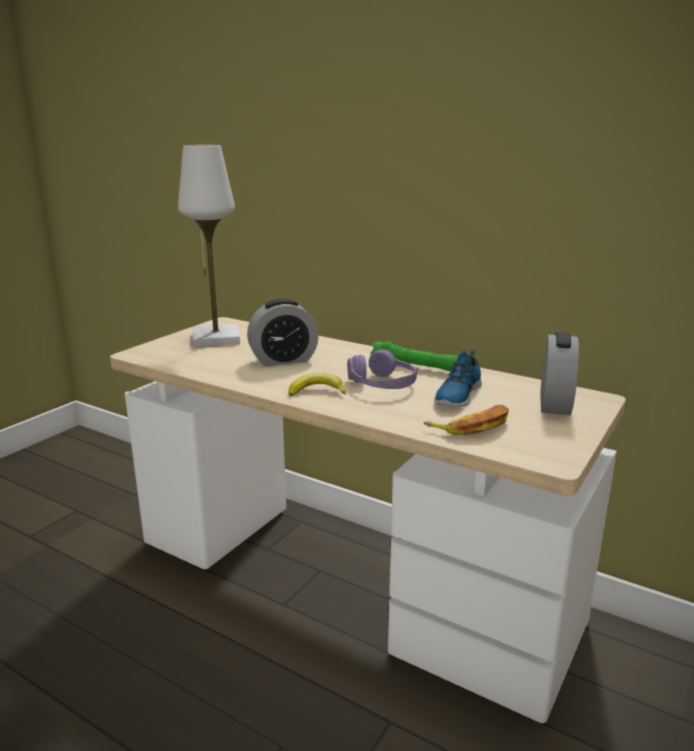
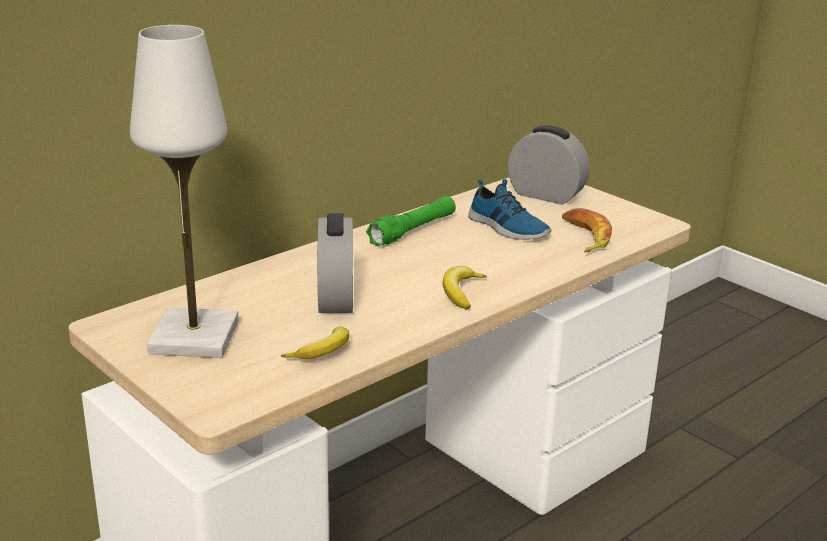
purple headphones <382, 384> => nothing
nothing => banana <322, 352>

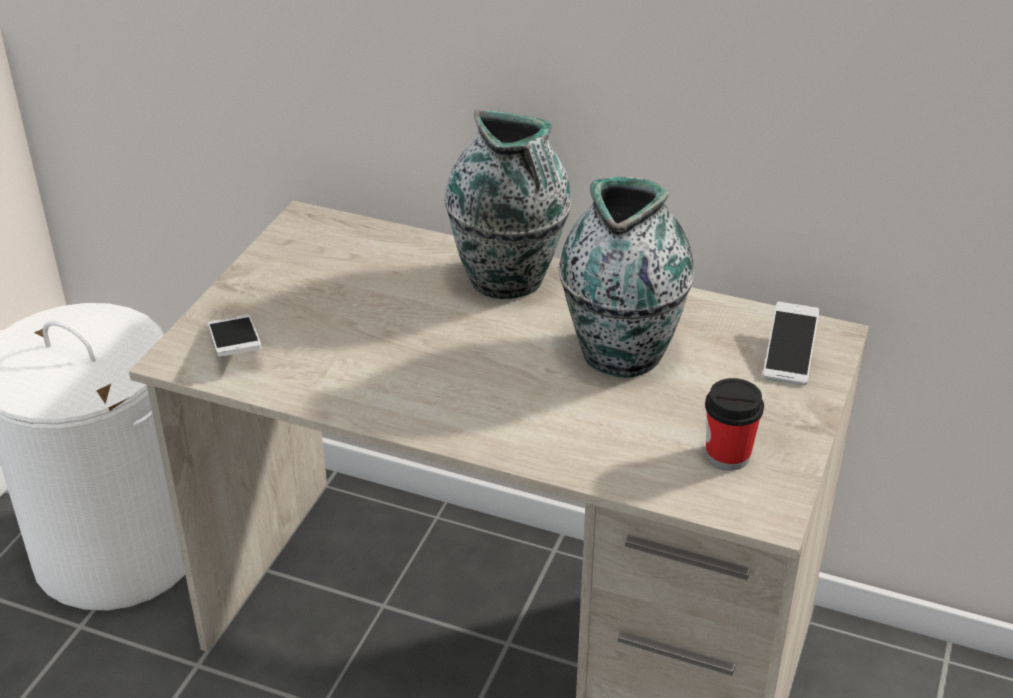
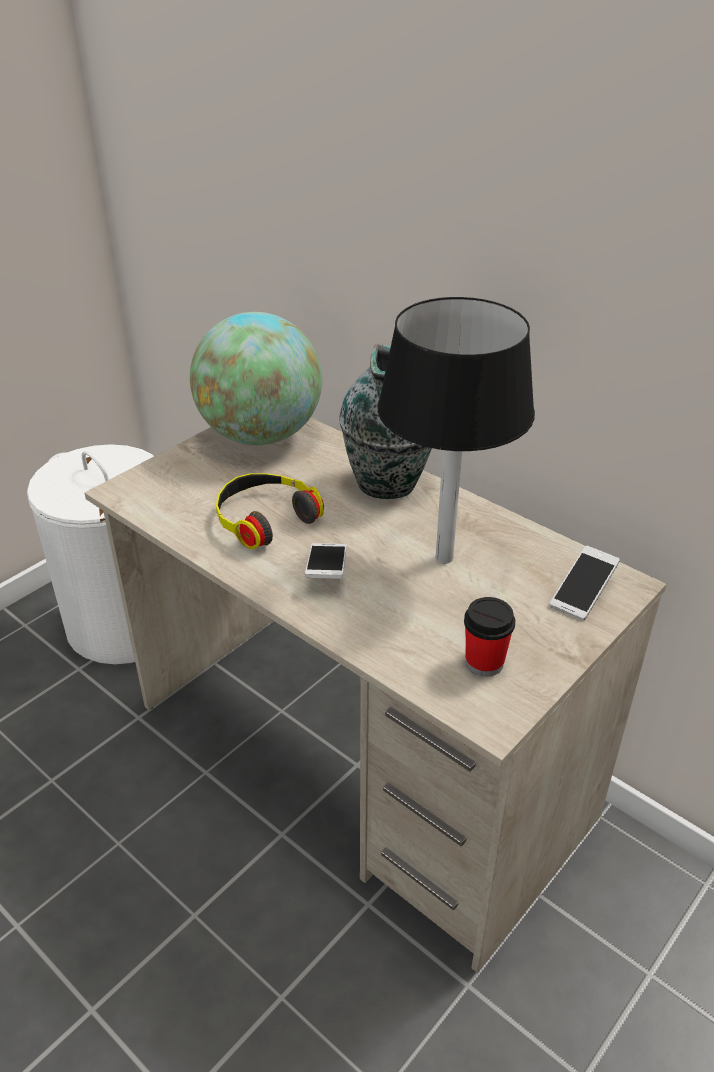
phone <235, 347> => phone <326, 570>, moved
vase <622, 351> => black table lamp <444, 558>
nothing => globe <260, 435>
nothing => headphones <265, 518>

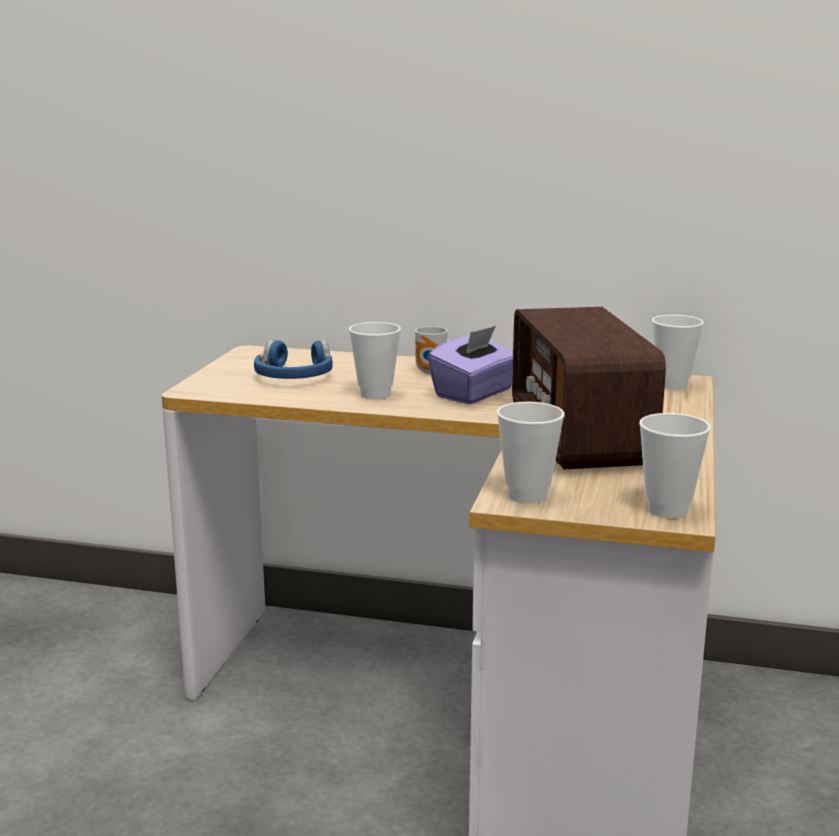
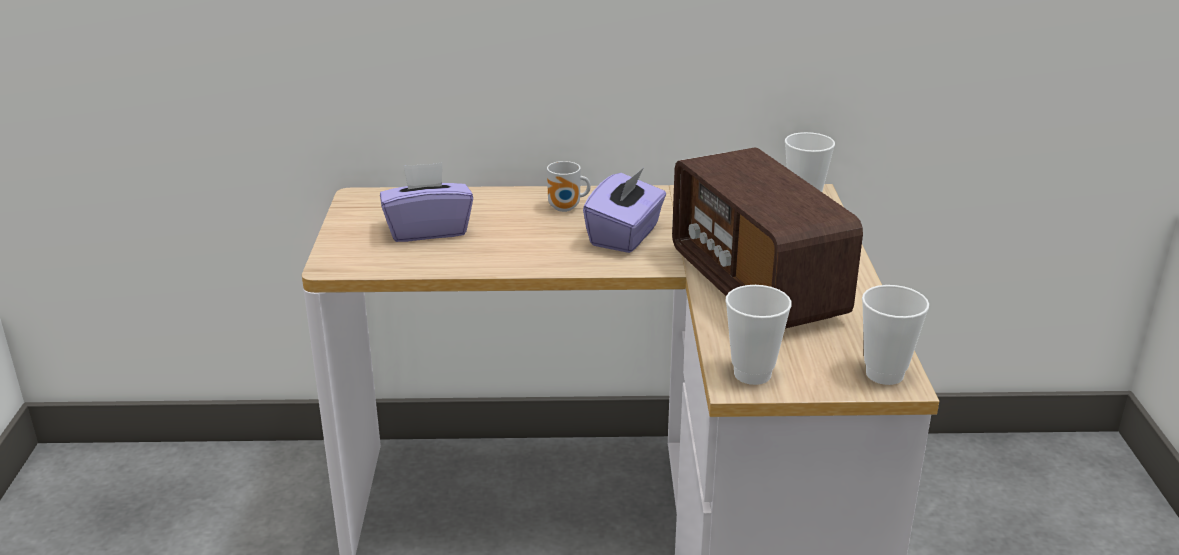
blue headphones <294, 375> => purple tissue box <428, 230>
cup <375, 395> => nothing

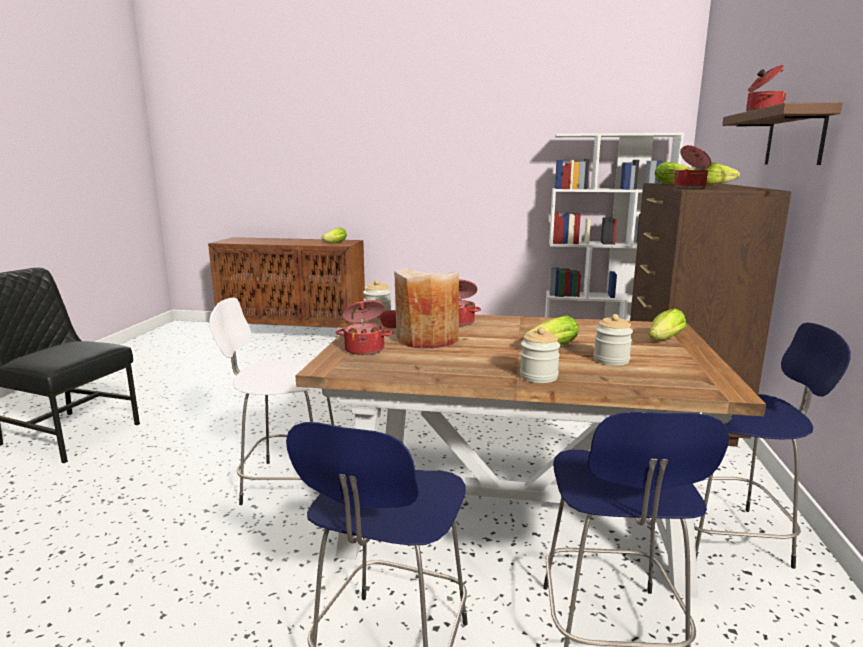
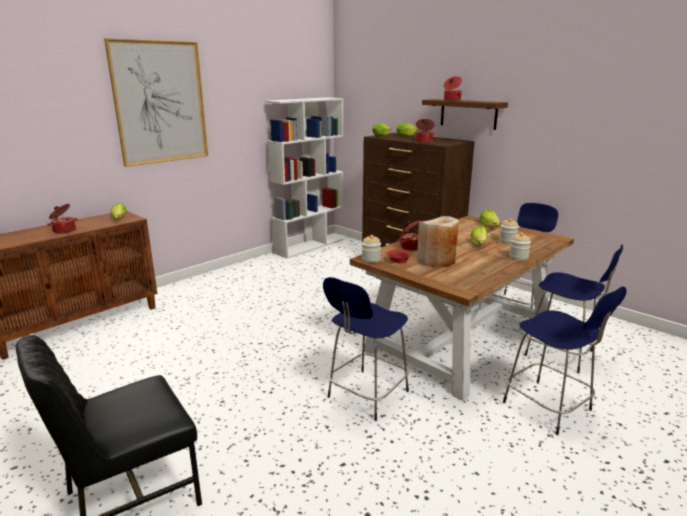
white stool <289, 483> => blue stool <366, 395>
cooking pot <364, 349> => cooking pot <64, 230>, moved
nothing => picture <160, 103>

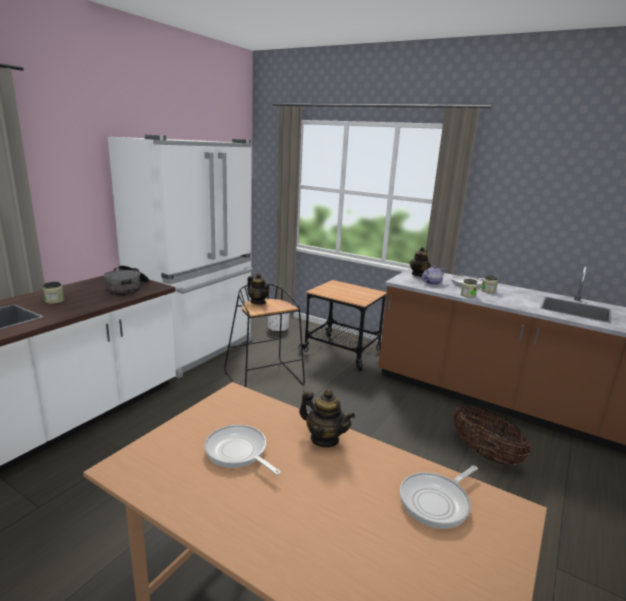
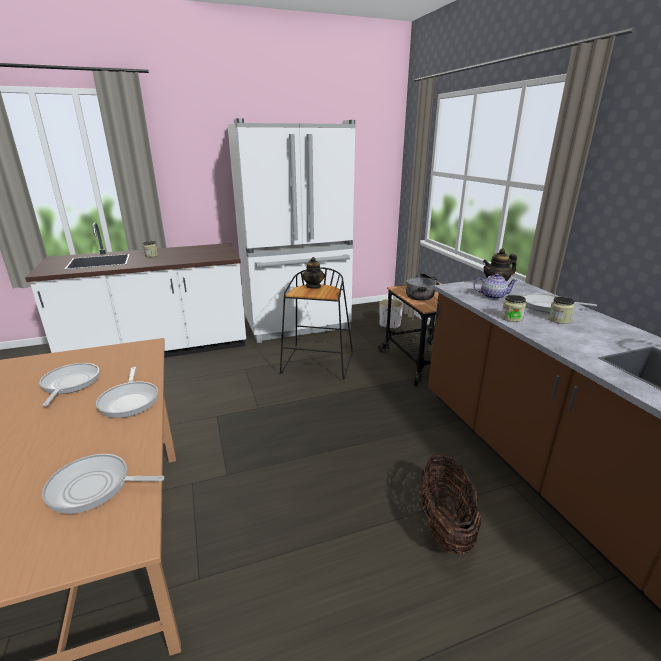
cooking pot <128, 289> => cooking pot <423, 295>, moved
teapot <324, 439> => frying pan <130, 400>

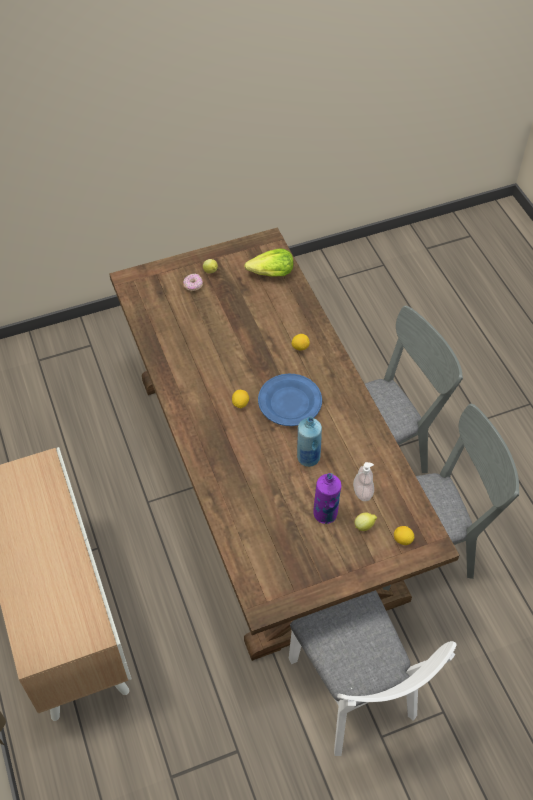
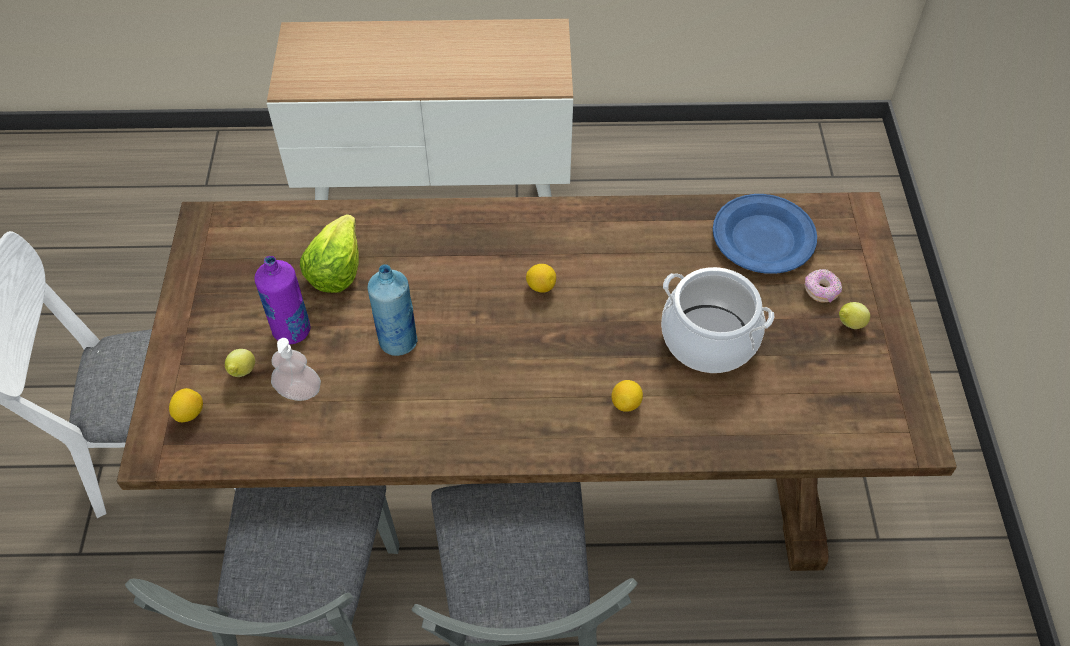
lettuce <271, 273> => lettuce <335, 269>, moved
blue plate <289, 403> => blue plate <762, 238>, moved
nothing => cooking pot <709, 339>

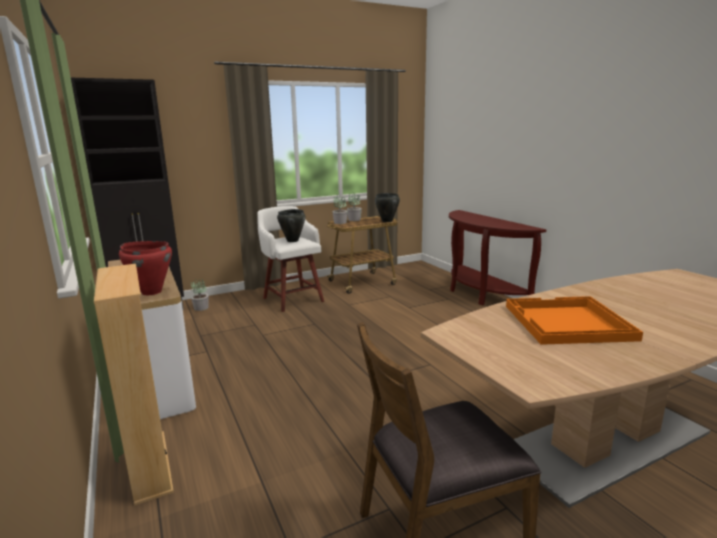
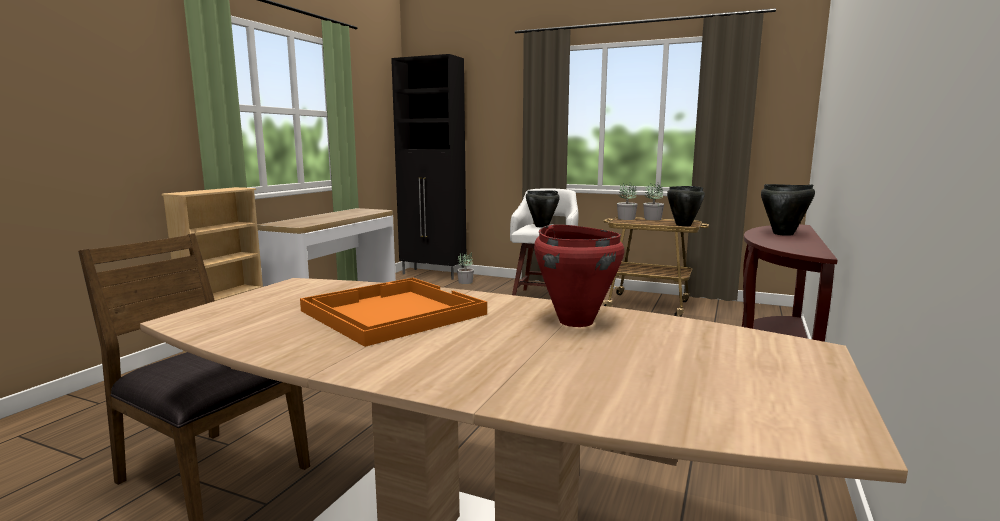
red cooking pot <151, 292> => red cooking pot <576, 321>, moved
nothing => black cooking pot <783, 234>

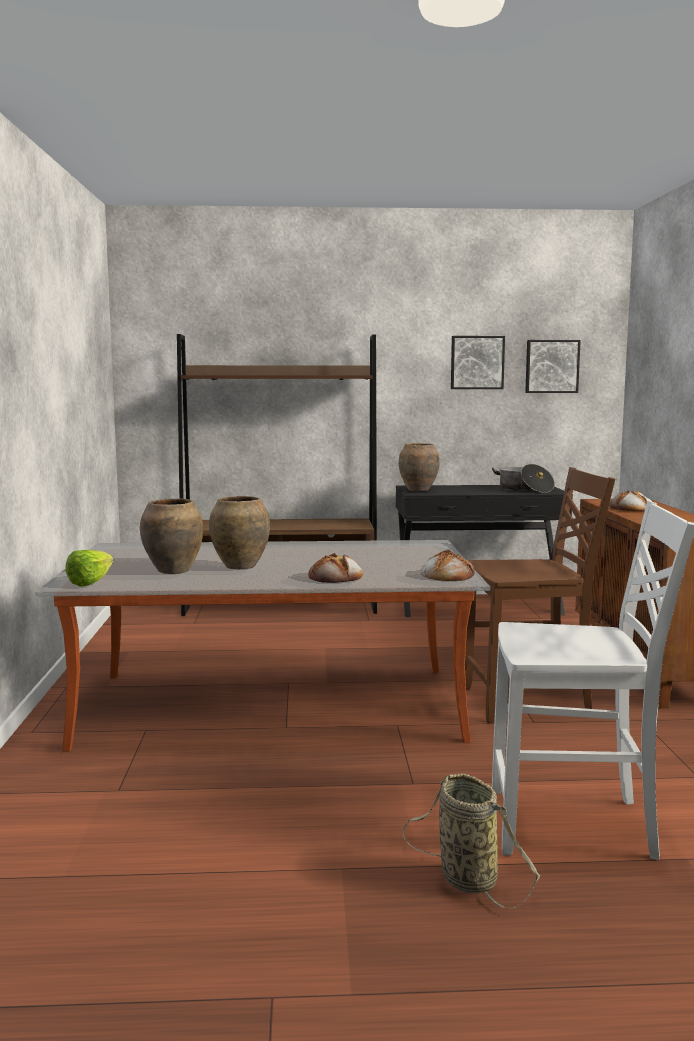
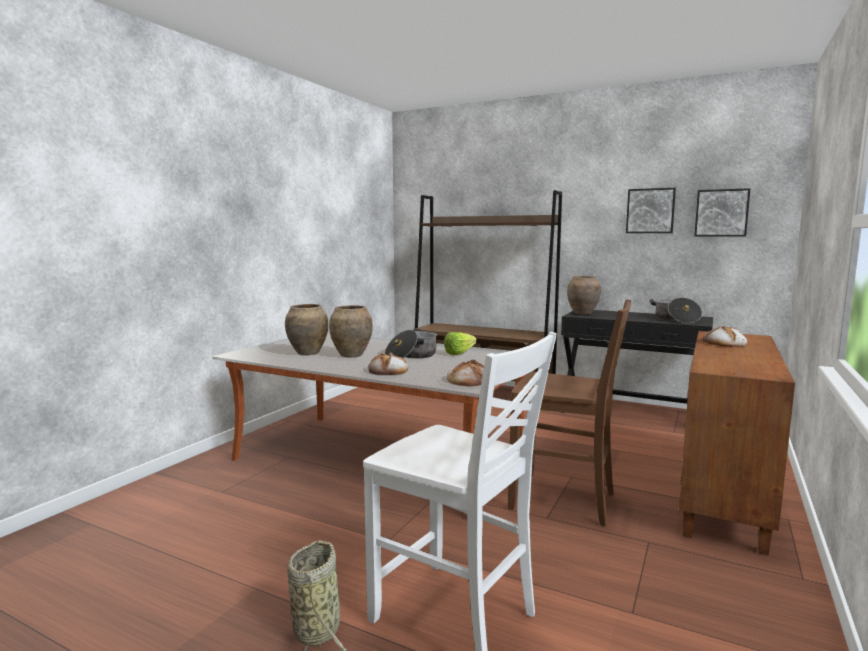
lettuce <94, 582> => lettuce <462, 353>, moved
nothing => cooking pot <411, 356>

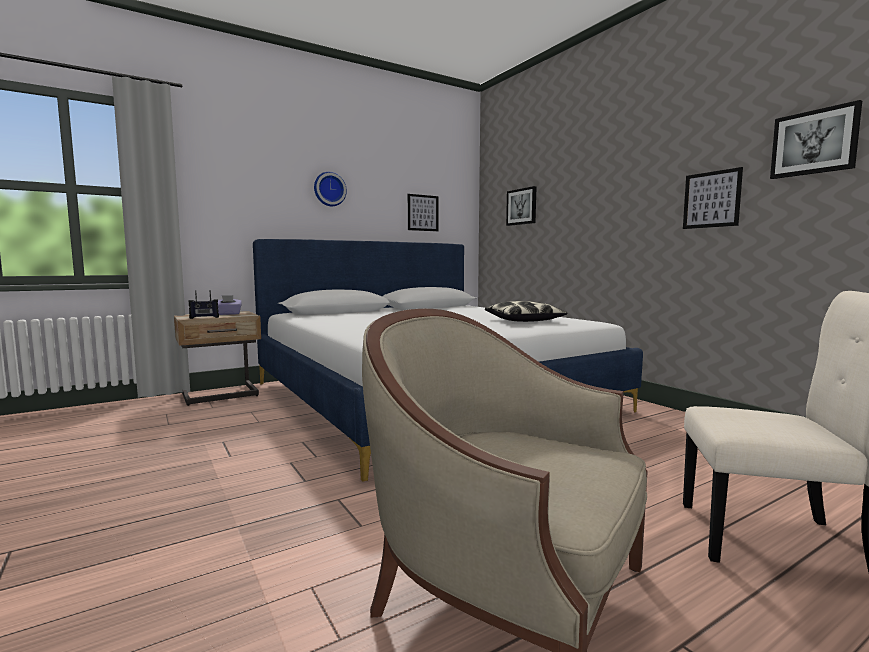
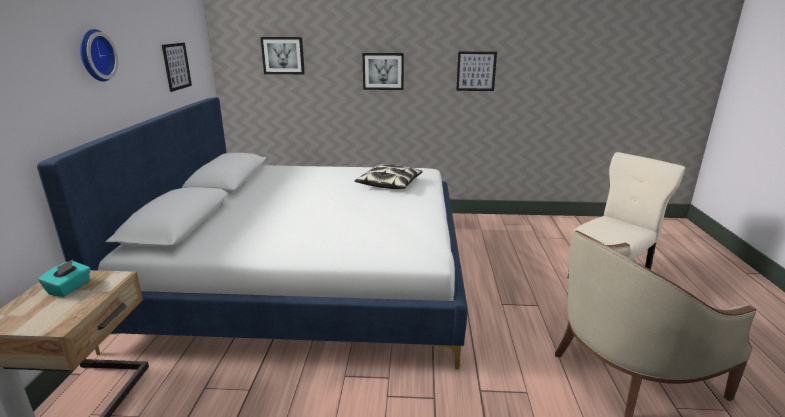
radio <204, 317> => nothing
purple tissue box <228, 314> => turquoise tissue box <70, 288>
picture <814, 142> => picture <383, 71>, moved

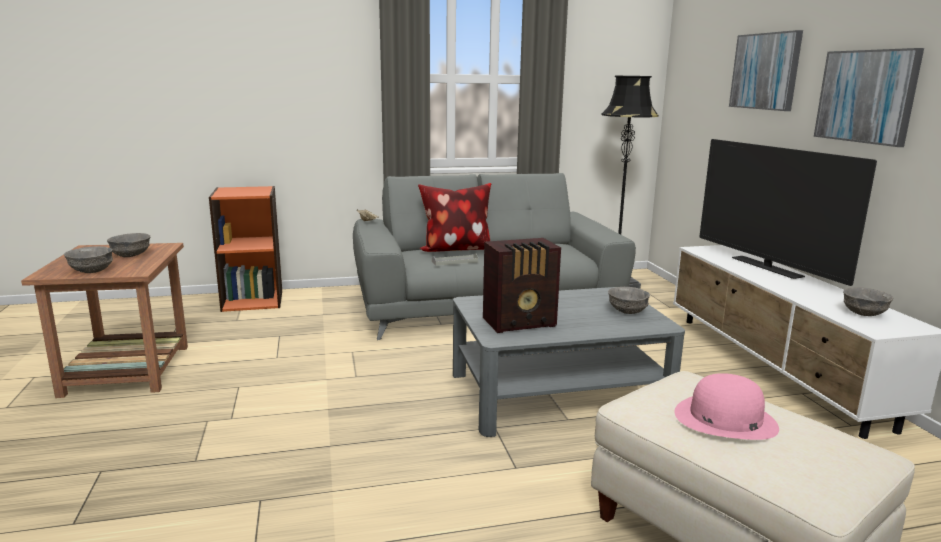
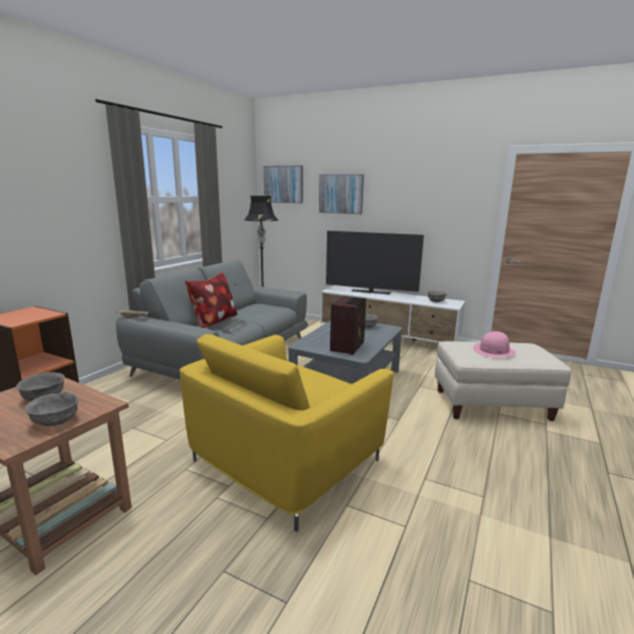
picture <866, 96> => picture <283, 184>, moved
nothing => yellow armchair <285, 460>

